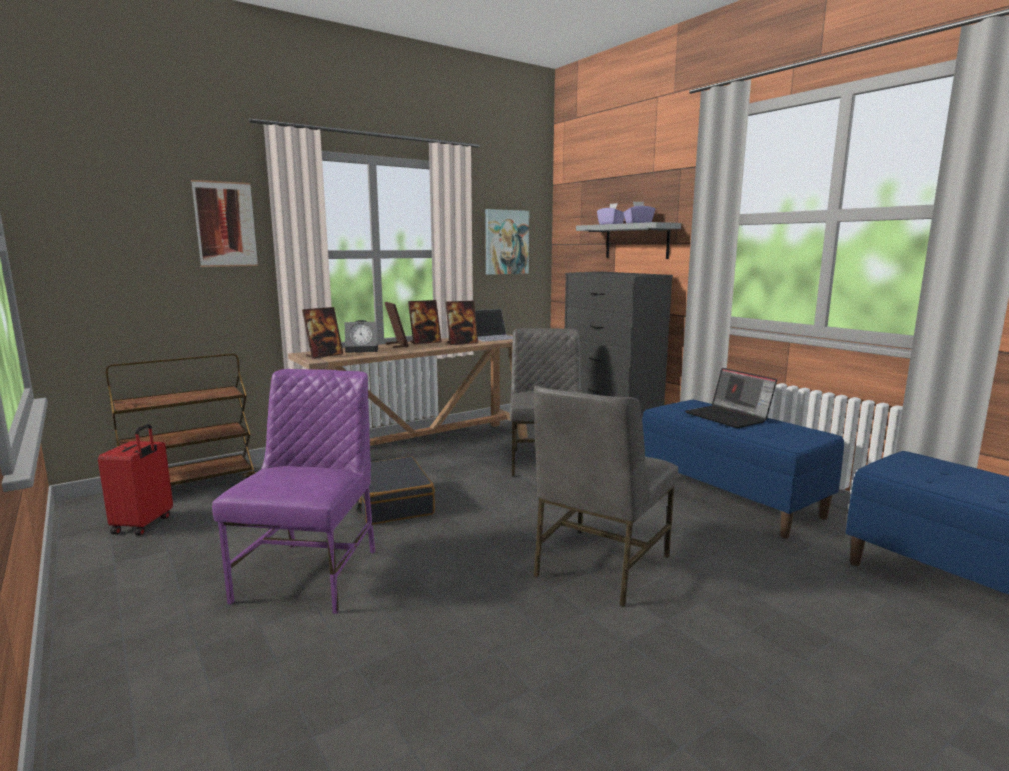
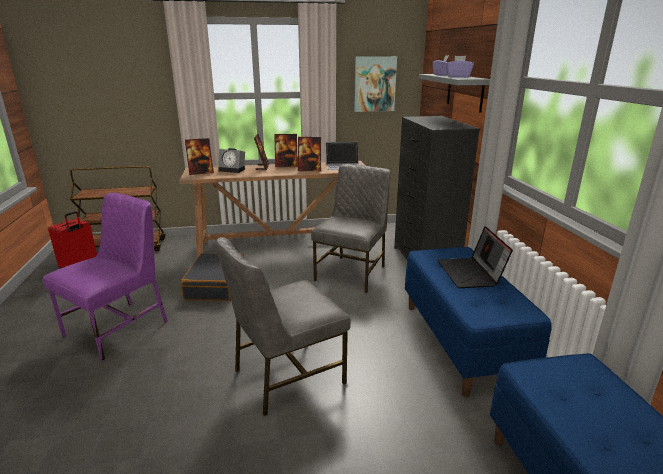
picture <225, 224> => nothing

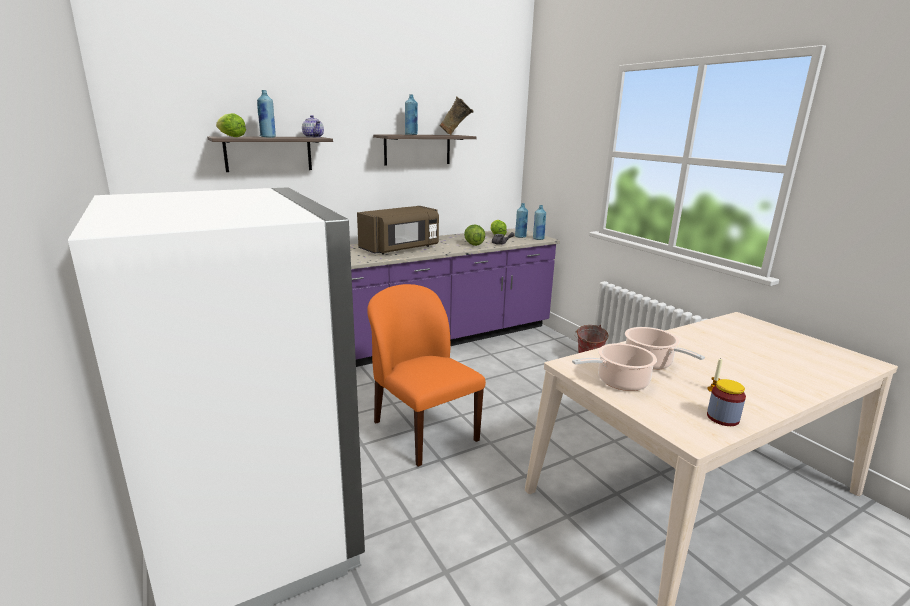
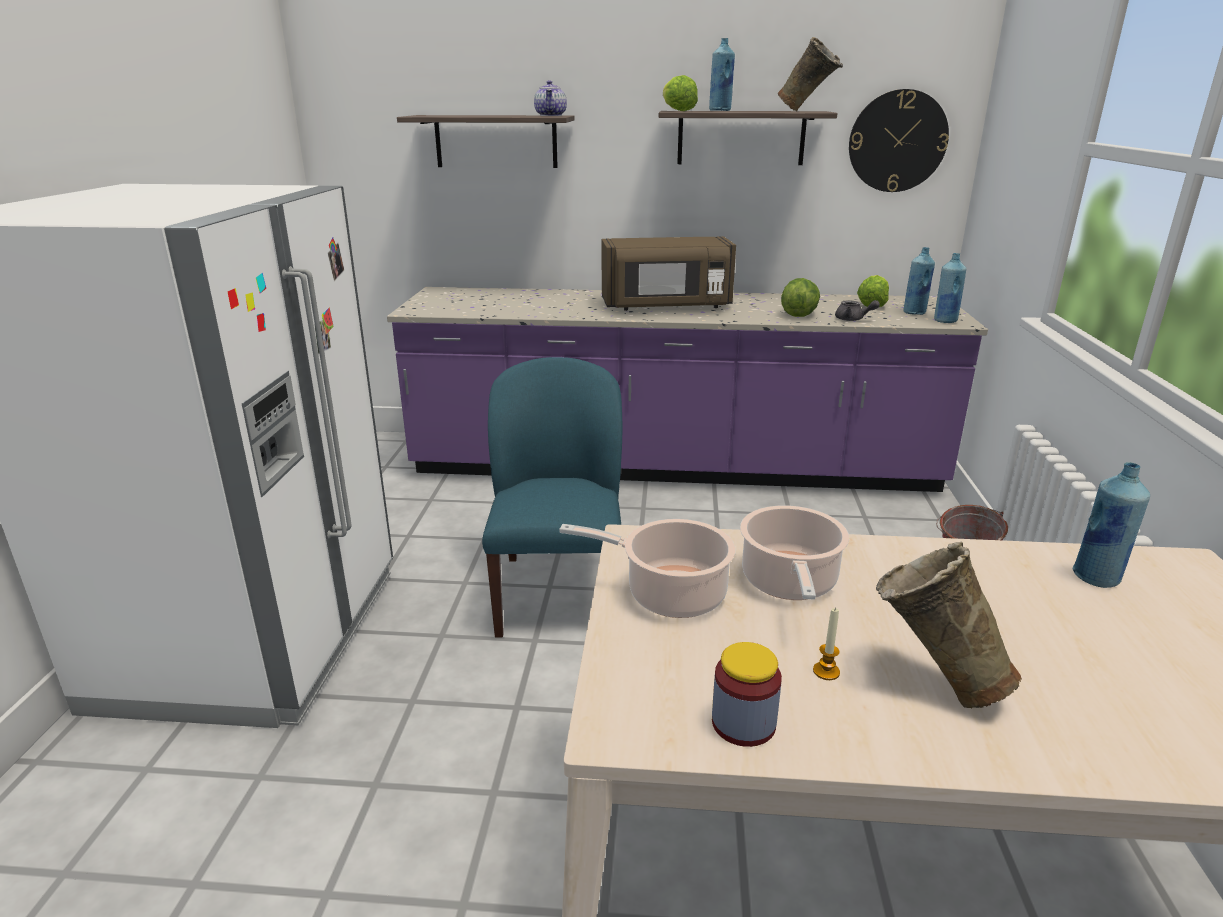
lettuce <231, 137> => lettuce <677, 111>, moved
blue bottle <268, 137> => blue bottle <1096, 578>, moved
orange chair <423, 430> => blue chair <558, 593>
nothing => wall clock <897, 141>
nothing => beige vase <931, 684>

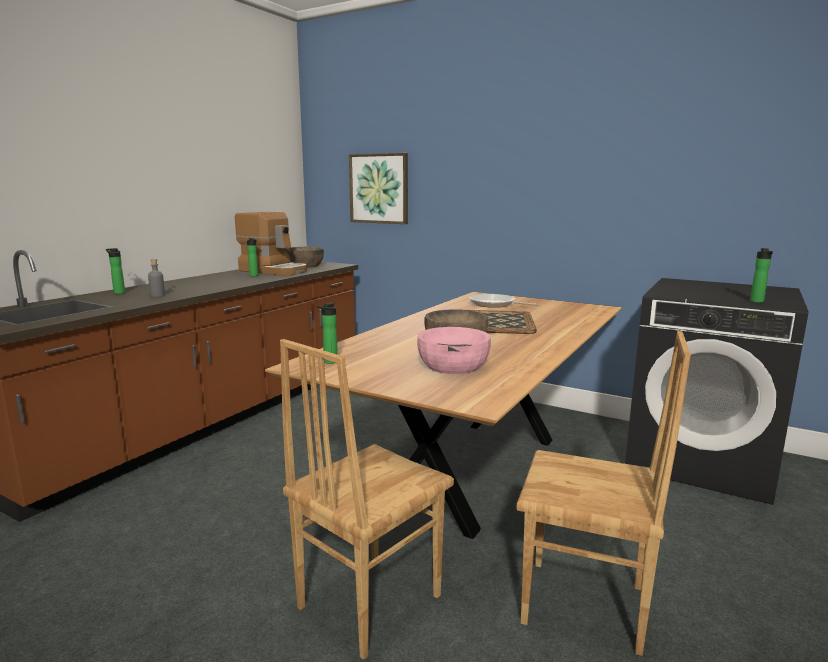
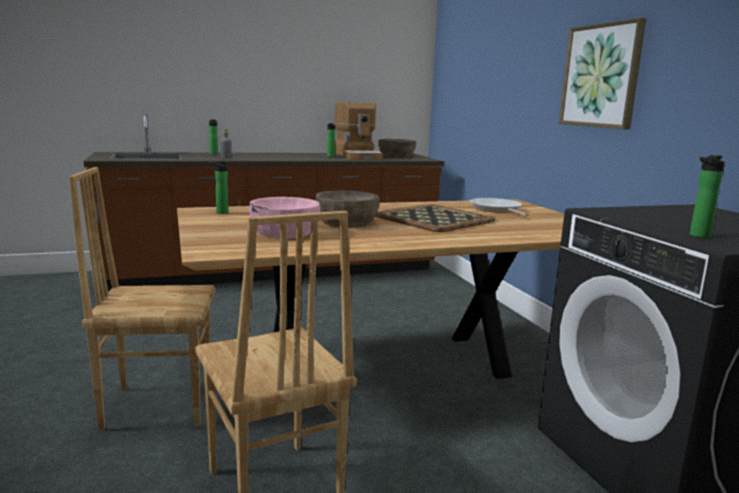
picture <379, 188> => picture <601, 76>, moved

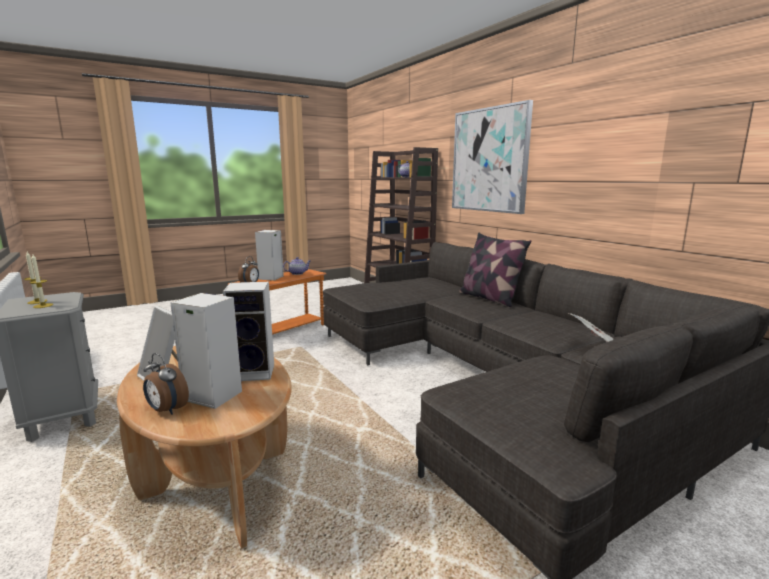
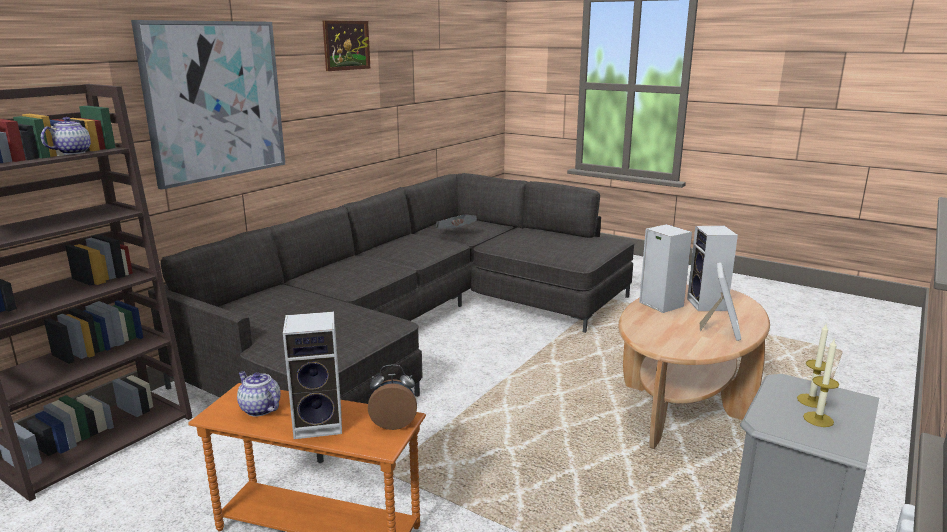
alarm clock <166, 410> => nothing
pillow <489, 298> => nothing
nothing => picture <346, 45>

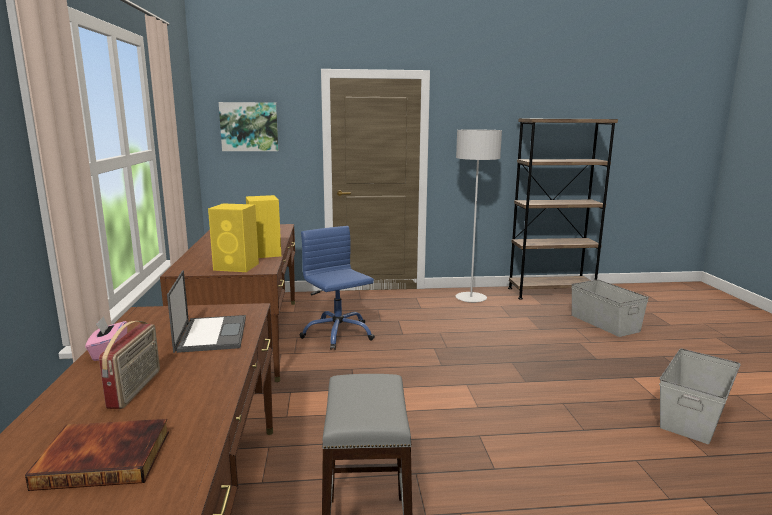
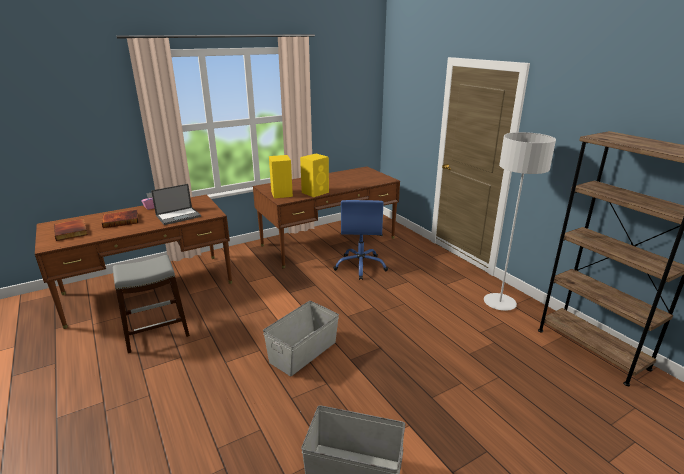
radio <136, 389> => book <121, 220>
picture <249, 126> => nothing
blue office chair <337, 334> => blue office chair <361, 266>, 150 degrees clockwise
grey storage box <604, 323> => grey storage box <303, 352>, moved

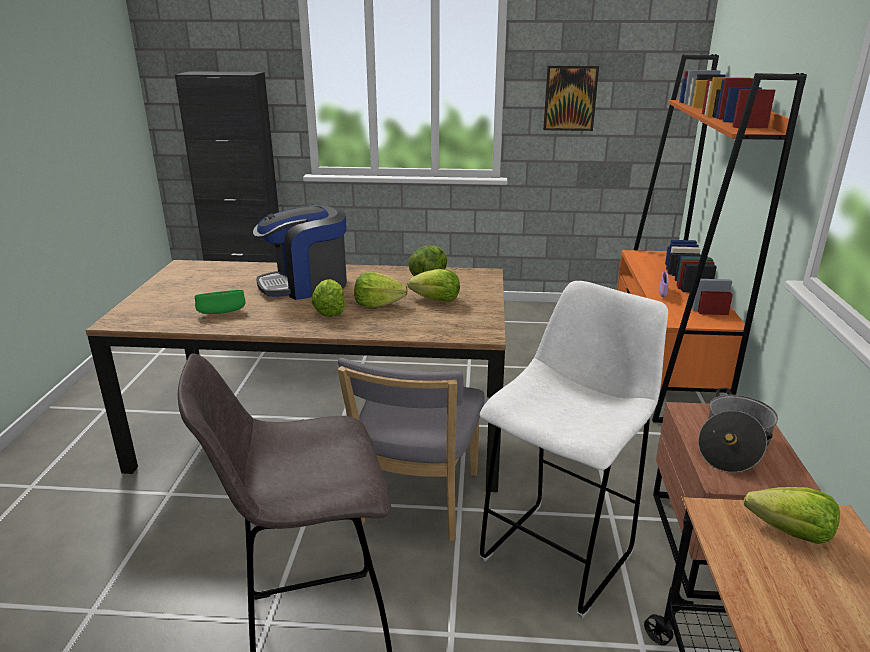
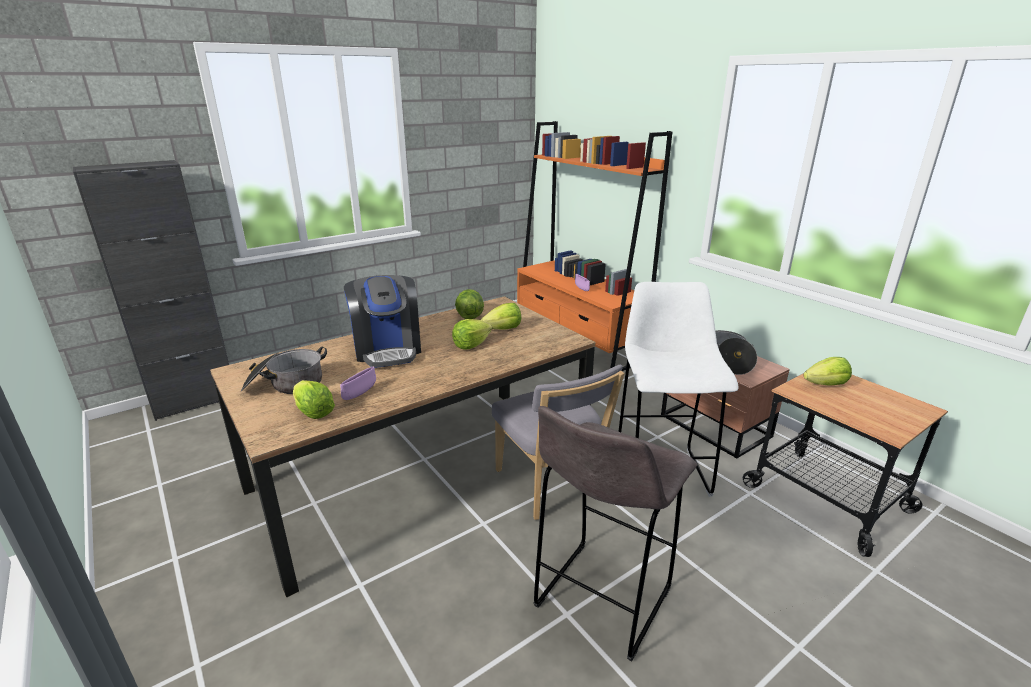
green bowl <221, 312> => purple bowl <360, 394>
coffee machine <306, 285> => coffee machine <387, 350>, 45 degrees counterclockwise
lettuce <330, 311> => lettuce <313, 412>, moved
picture <570, 98> => nothing
nothing => cooking pot <285, 385>

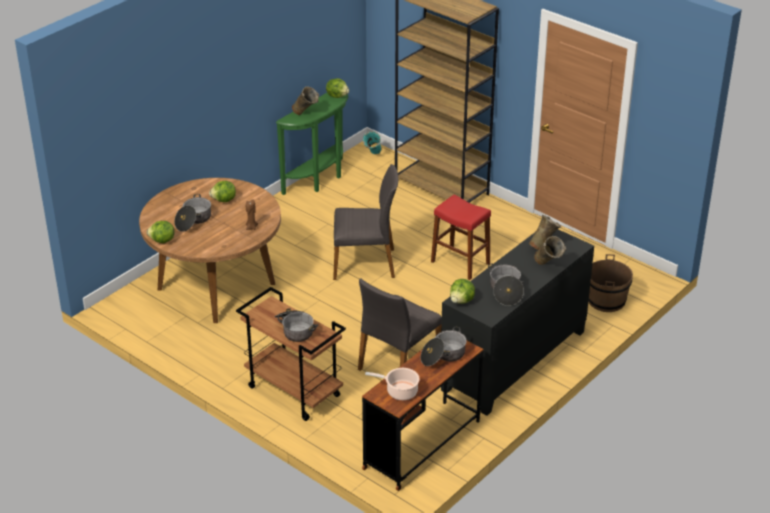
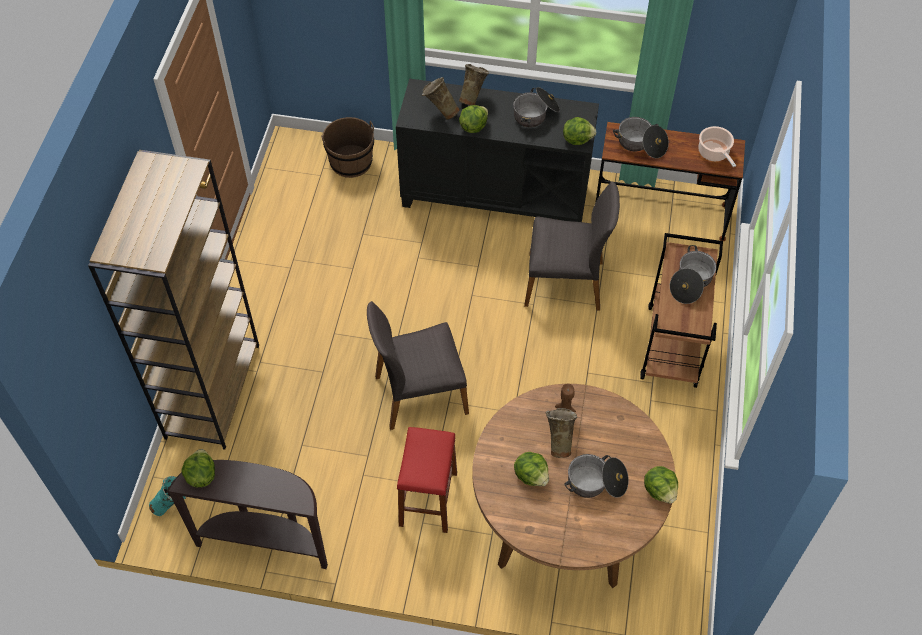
green console table <320, 179> => brown console table <265, 541>
beige vase <306, 115> => beige vase <559, 442>, moved
grey chair <365, 263> => grey chair <419, 393>, 75 degrees counterclockwise
red stool <460, 262> => red stool <428, 499>, moved
nothing => lettuce <473, 126>

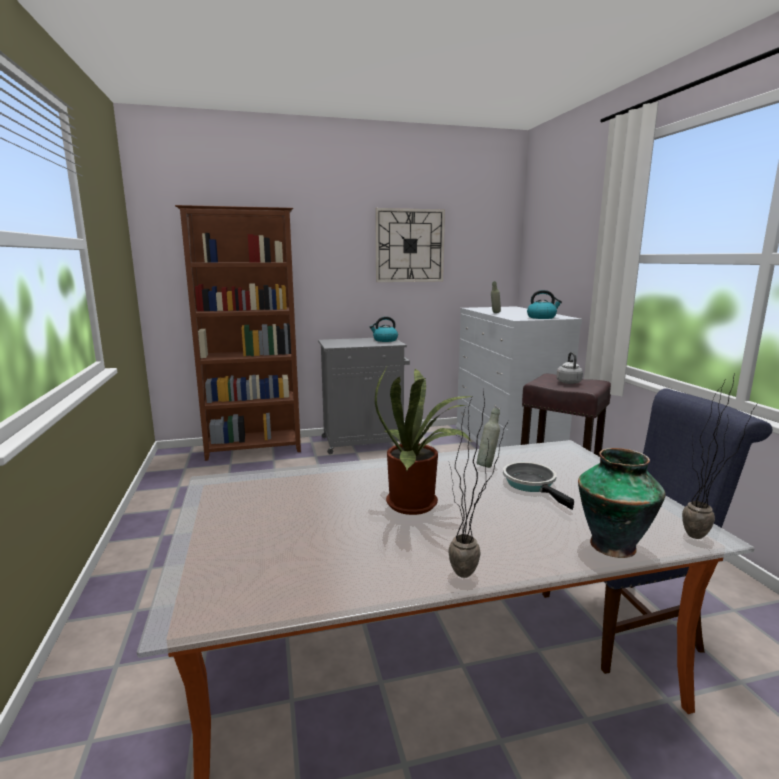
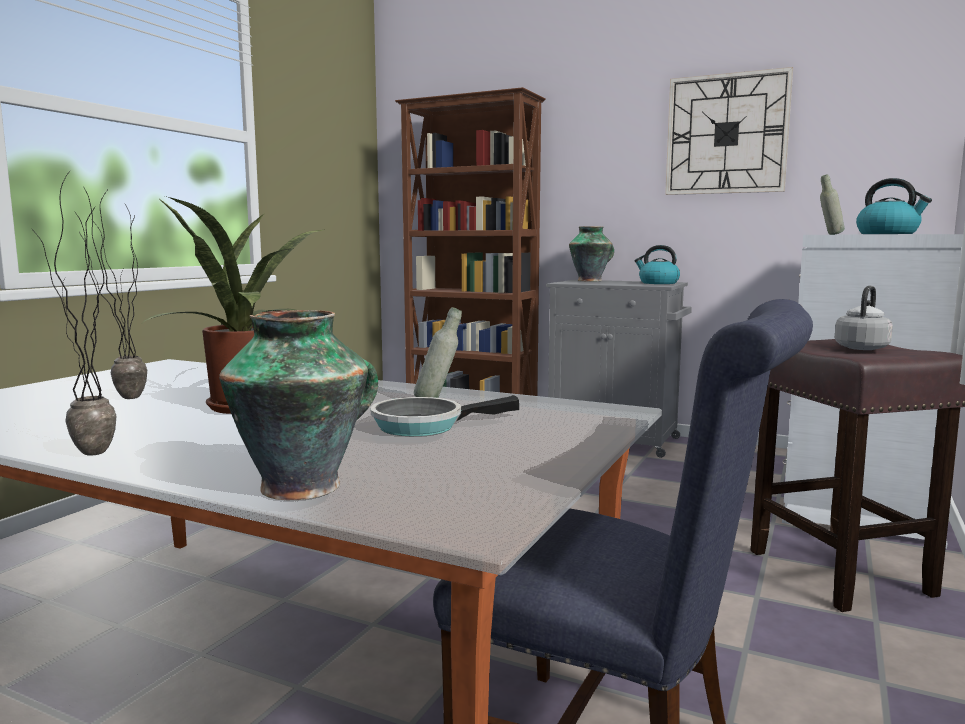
frying pan <532, 485> => frying pan <424, 425>, 135 degrees counterclockwise
potted plant <701, 541> => potted plant <121, 399>, moved
nothing => vase <591, 280>

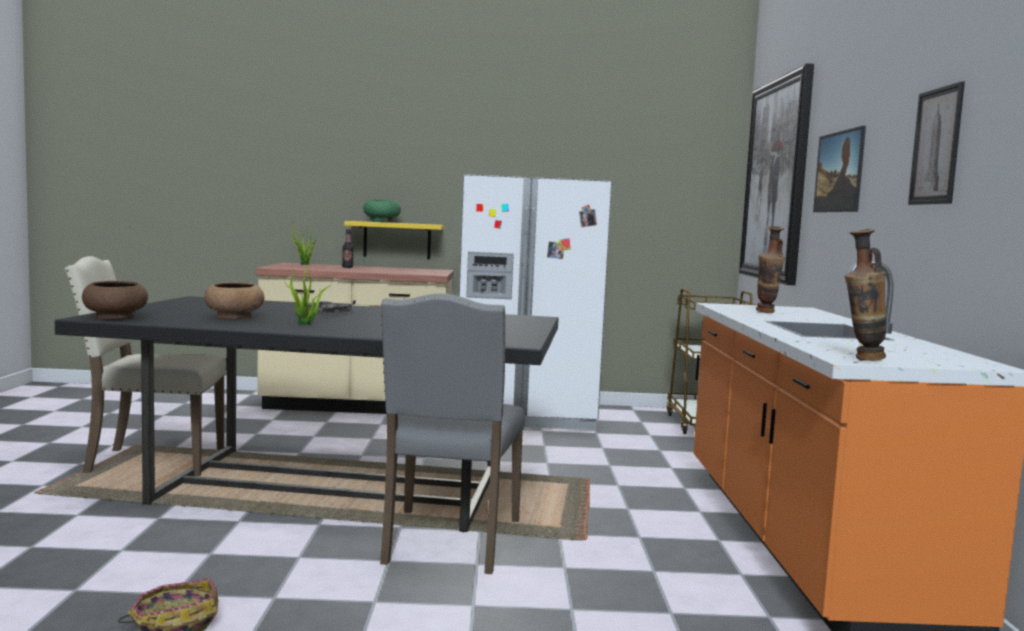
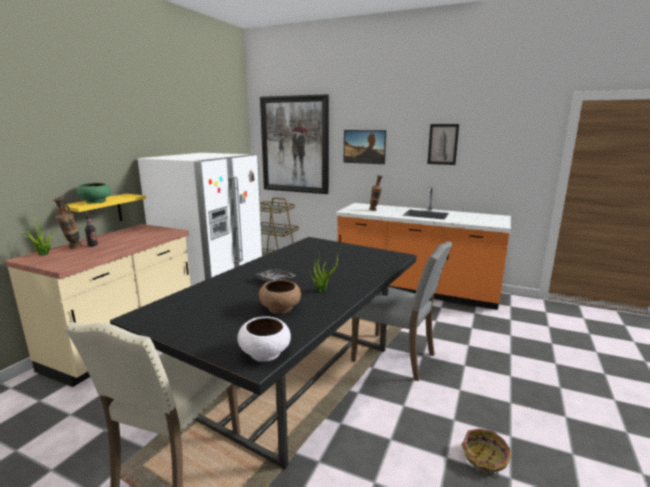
brown bowl <116, 318> => white bowl <265, 353>
vase <861, 359> => vase <72, 248>, moved

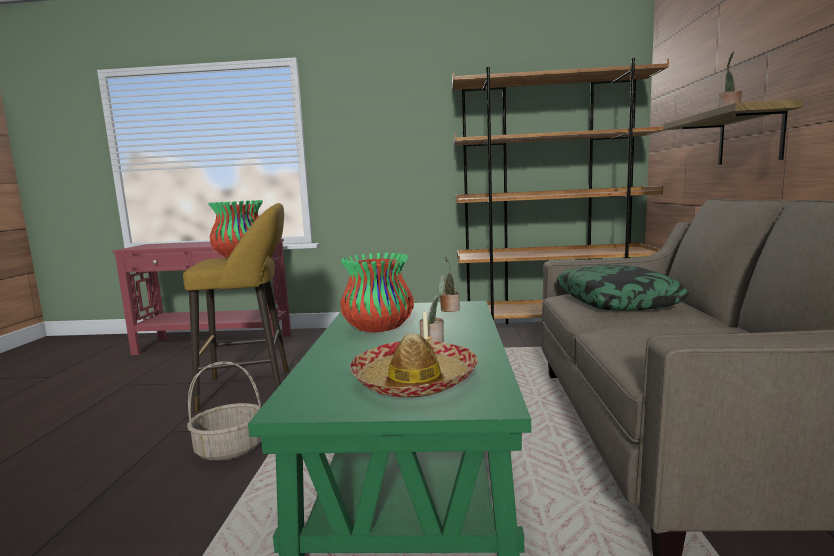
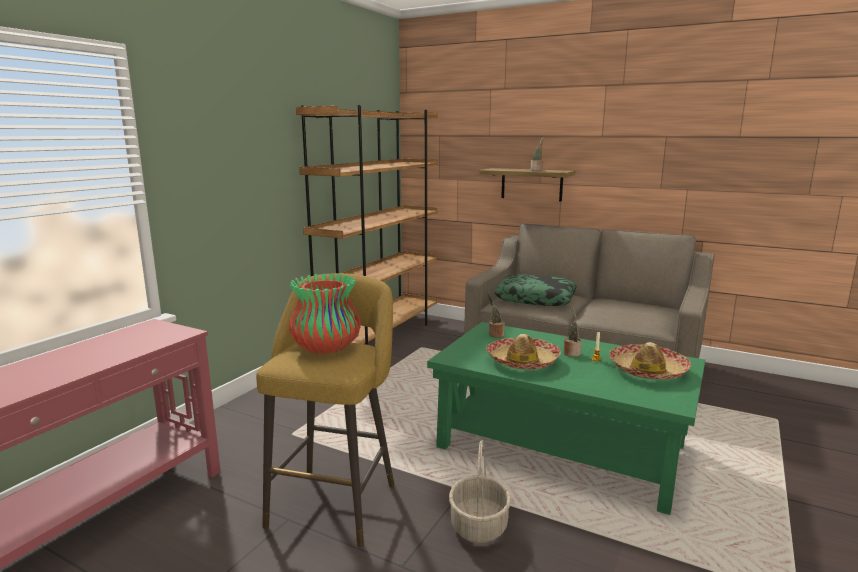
vase <378, 327> => hat <522, 361>

